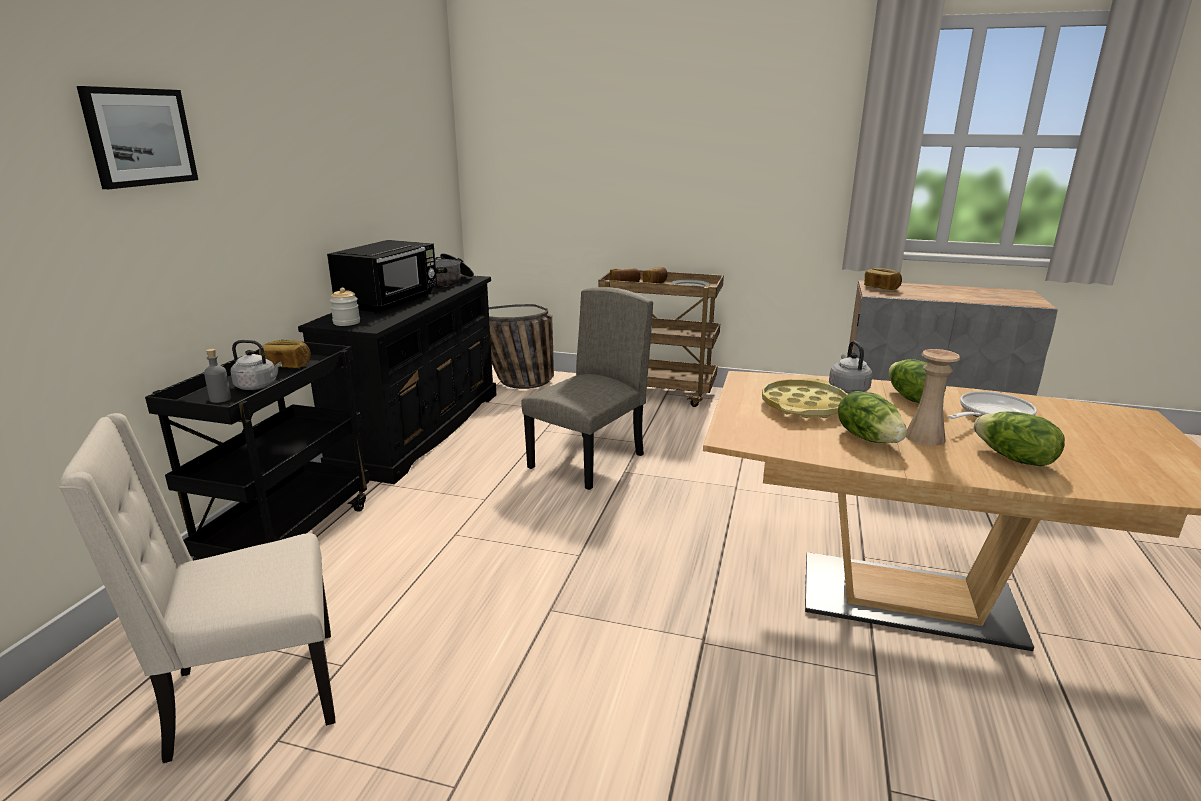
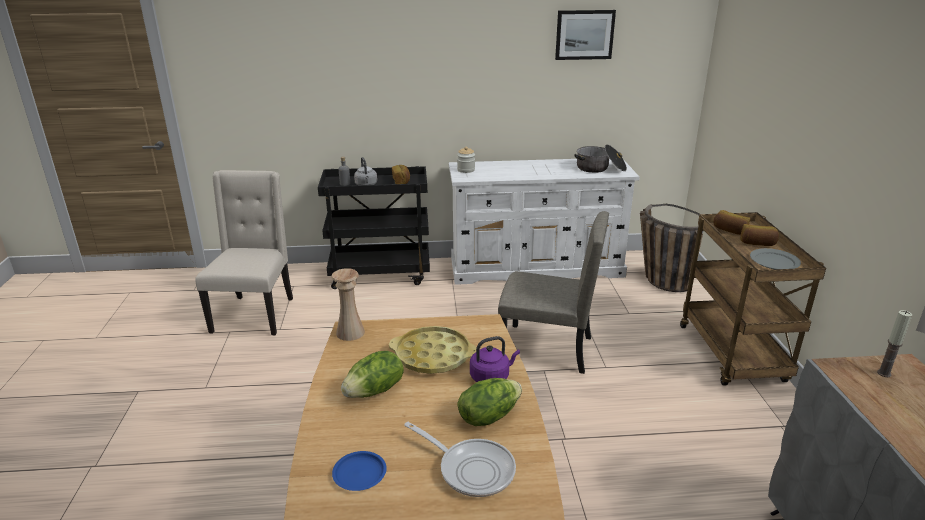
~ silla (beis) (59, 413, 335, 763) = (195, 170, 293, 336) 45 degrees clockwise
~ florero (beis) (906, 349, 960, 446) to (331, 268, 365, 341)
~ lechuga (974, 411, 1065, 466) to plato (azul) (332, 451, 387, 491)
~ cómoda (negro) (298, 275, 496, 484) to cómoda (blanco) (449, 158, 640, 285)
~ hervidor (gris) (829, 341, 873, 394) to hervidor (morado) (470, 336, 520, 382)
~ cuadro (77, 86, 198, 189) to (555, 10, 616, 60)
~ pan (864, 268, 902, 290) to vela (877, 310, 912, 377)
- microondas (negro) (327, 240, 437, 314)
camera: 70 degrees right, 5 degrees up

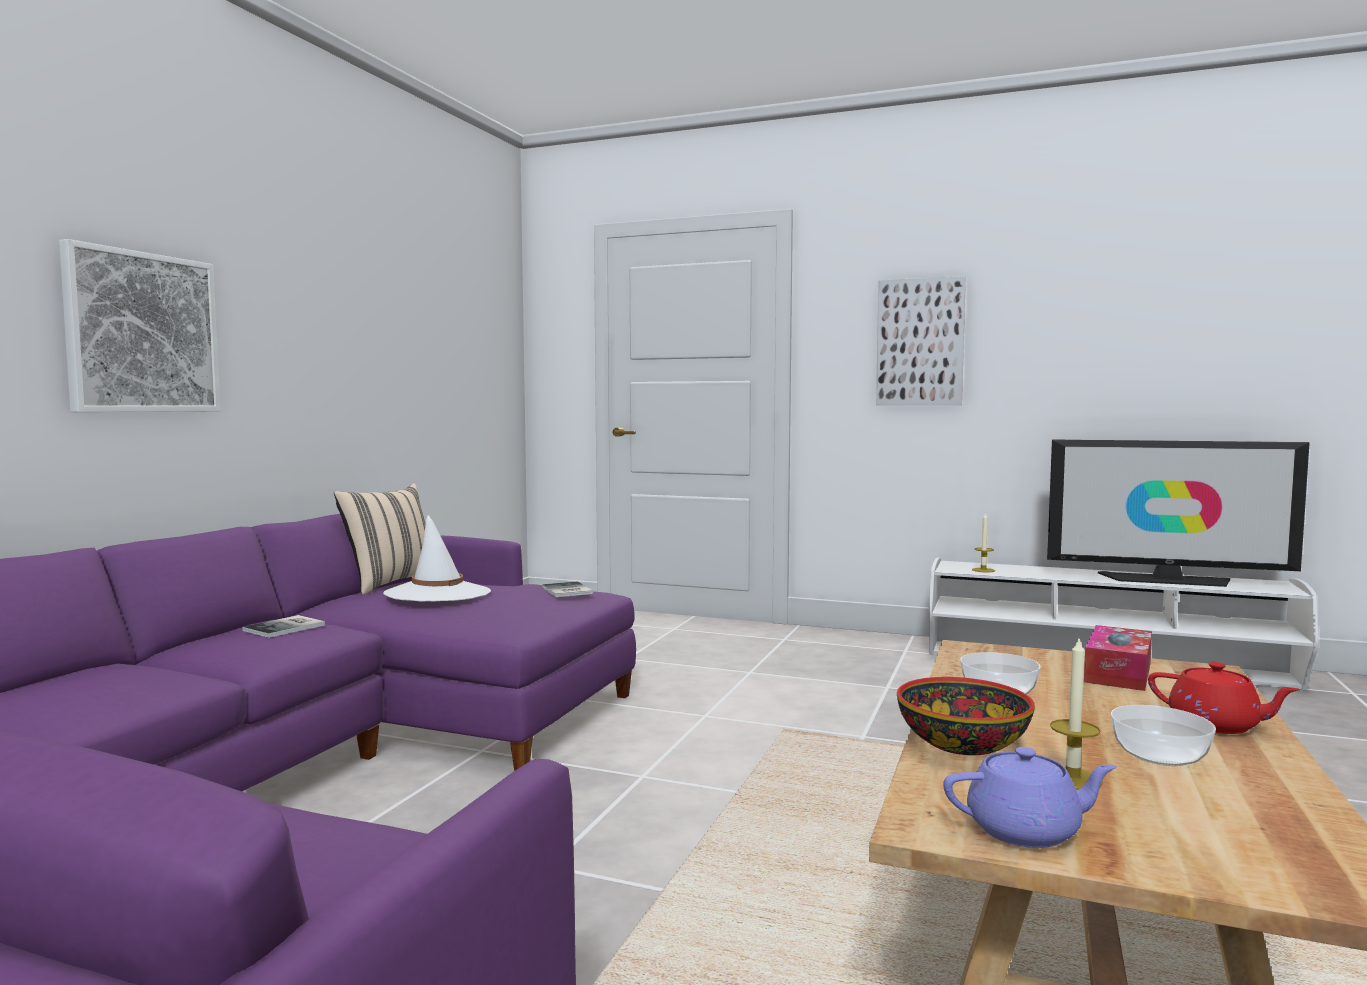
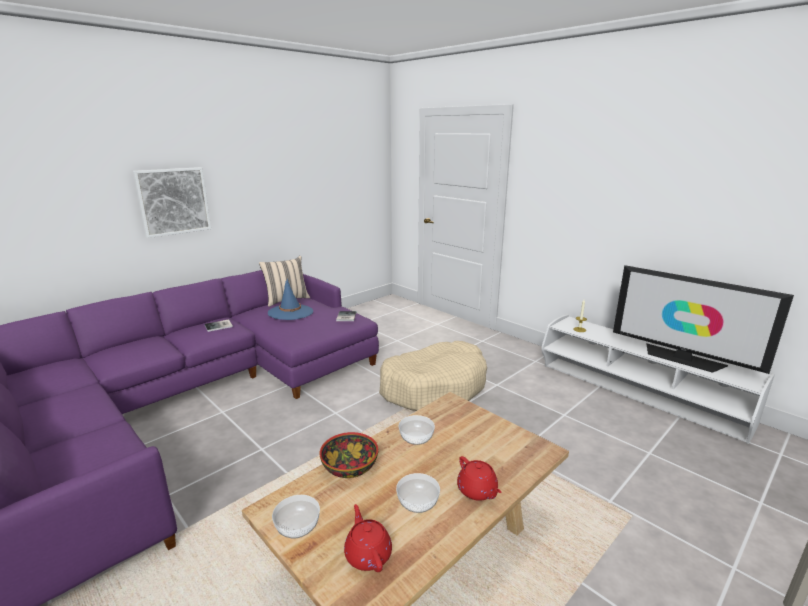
~ sombrero (blanco) (383, 515, 491, 602) to sombrero (azul) (268, 279, 313, 320)
~ tetera (morado) (943, 747, 1117, 848) to cuenco (272, 495, 320, 539)
+ tetera (rojo) (344, 504, 392, 572)
+ cama para perro (beis) (379, 341, 487, 411)
- cuadro (876, 276, 966, 406)
- vela (1050, 638, 1103, 790)
- caja de pañuelos (1084, 625, 1152, 691)
camera: 25 degrees right, 15 degrees up

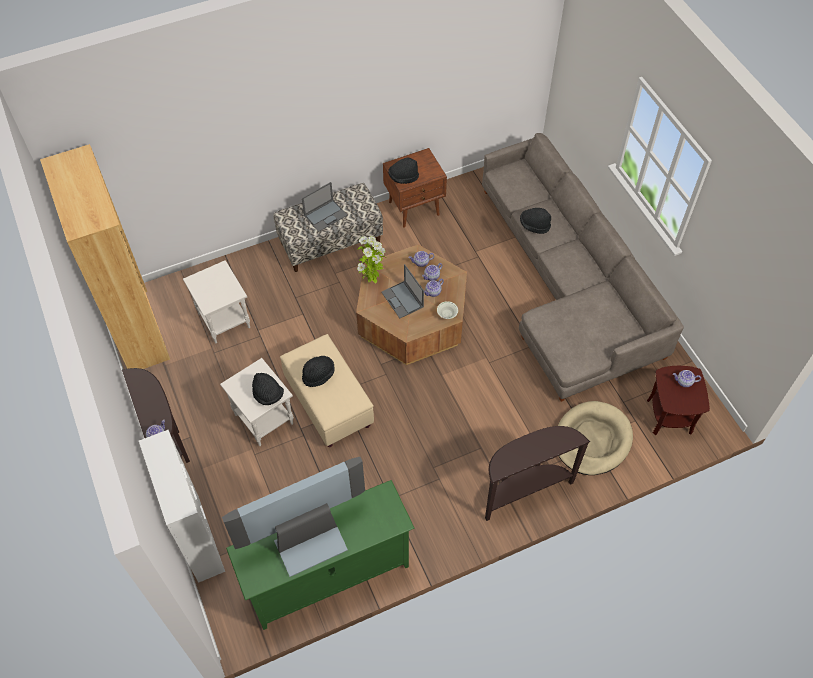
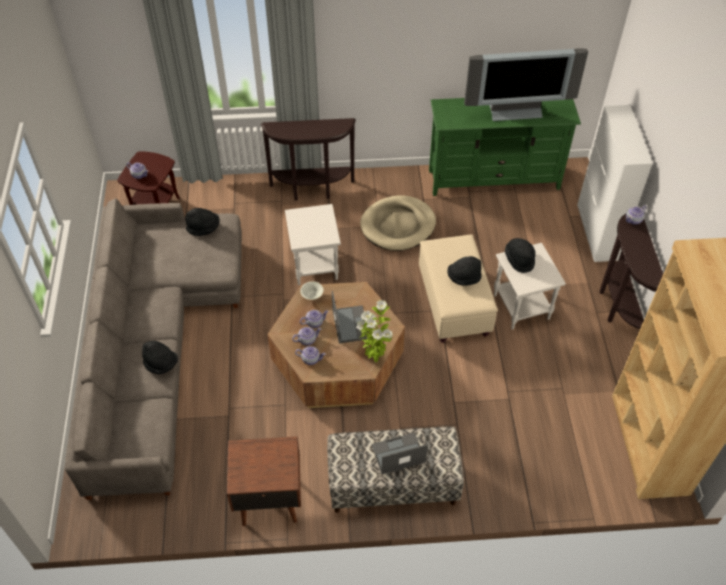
~ sombrero (negro) (388, 157, 419, 184) to (185, 208, 220, 236)
~ mesa auxiliar (blanco) (183, 260, 250, 344) to (285, 204, 341, 285)
~ cama para perro (beis) (558, 401, 633, 475) to (360, 196, 436, 251)
camera: 160 degrees left, 5 degrees down

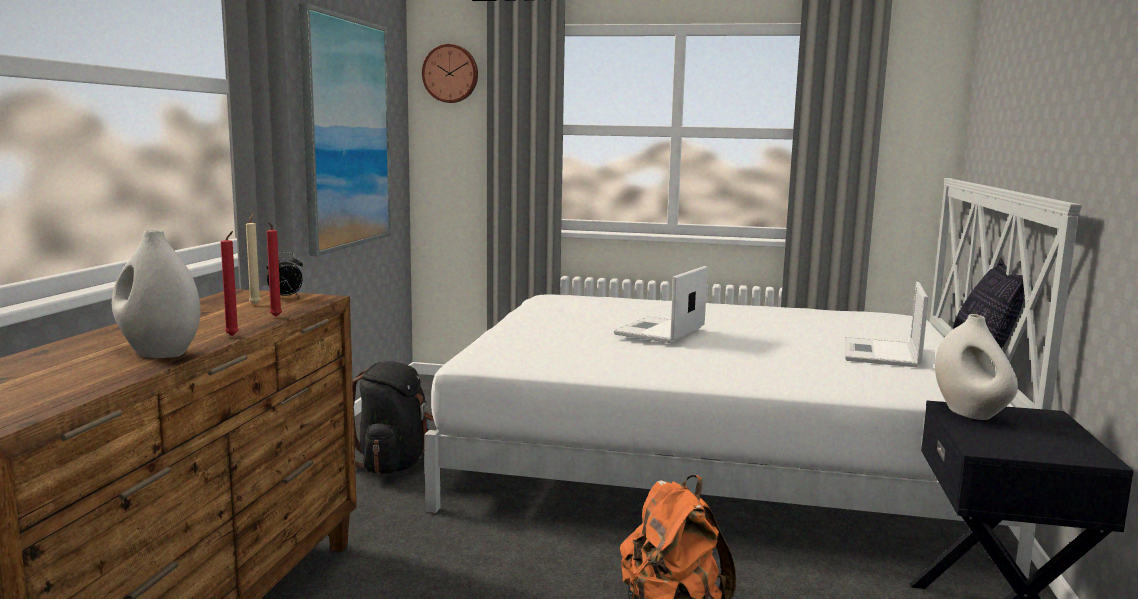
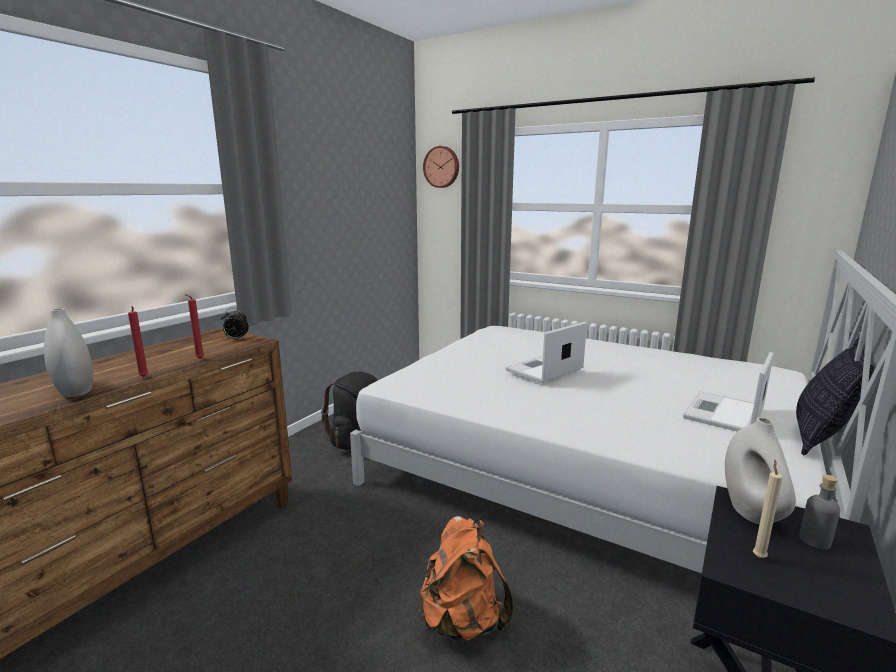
~ vela (beis) (246, 214, 261, 304) to (753, 460, 783, 558)
+ botella (gris) (799, 475, 840, 549)
- cuadro (299, 4, 391, 256)
camera: 20 degrees right, 5 degrees up

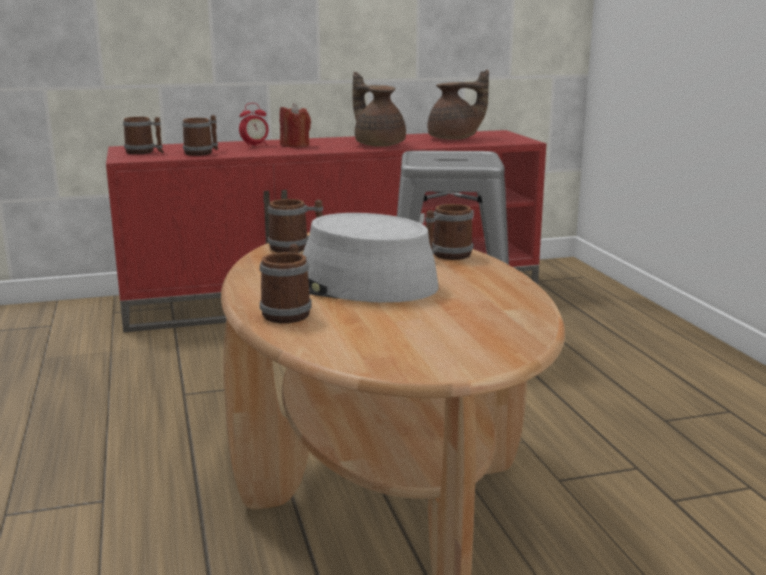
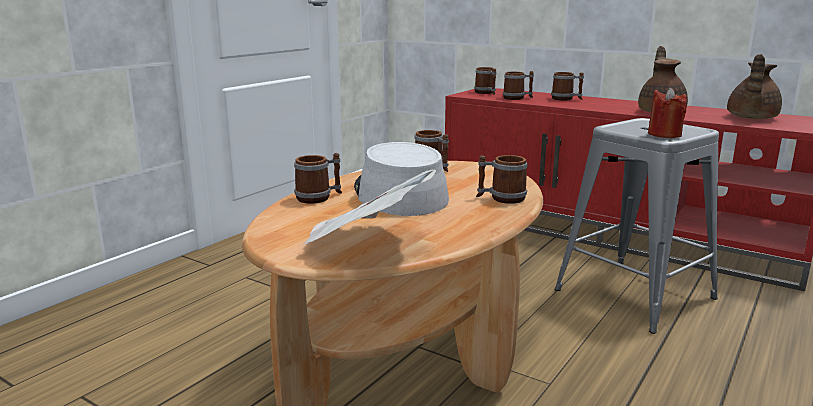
+ periódico (300, 170, 436, 247)
~ despertador (239, 103, 269, 147) to taza grande (551, 72, 584, 100)
~ vela (rojo) (280, 103, 311, 148) to (648, 87, 687, 138)
~ tetera (marrón) (428, 70, 489, 140) = (727, 54, 782, 119) 90 degrees clockwise
camera: 50 degrees right, 0 degrees up

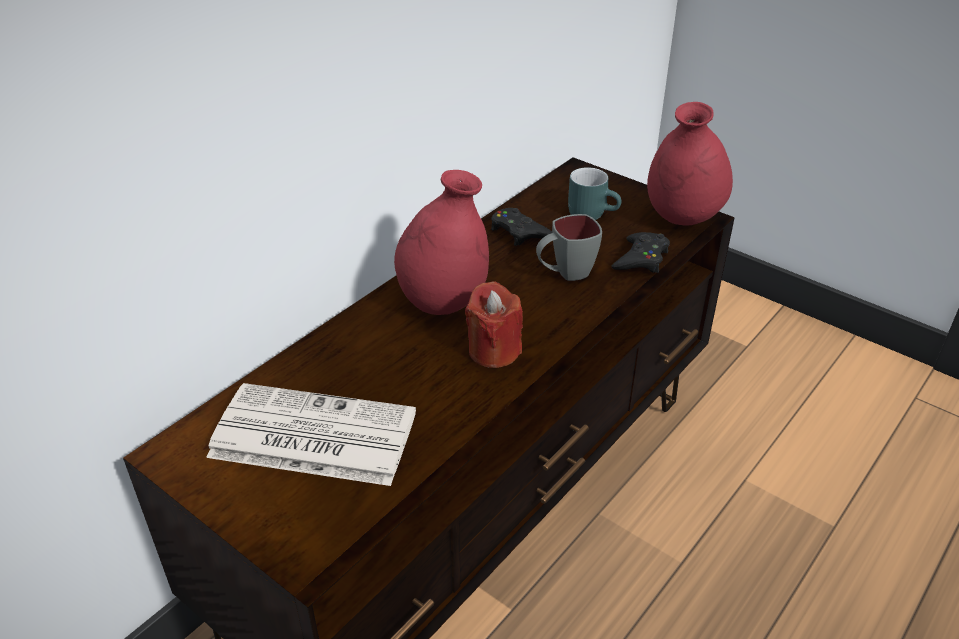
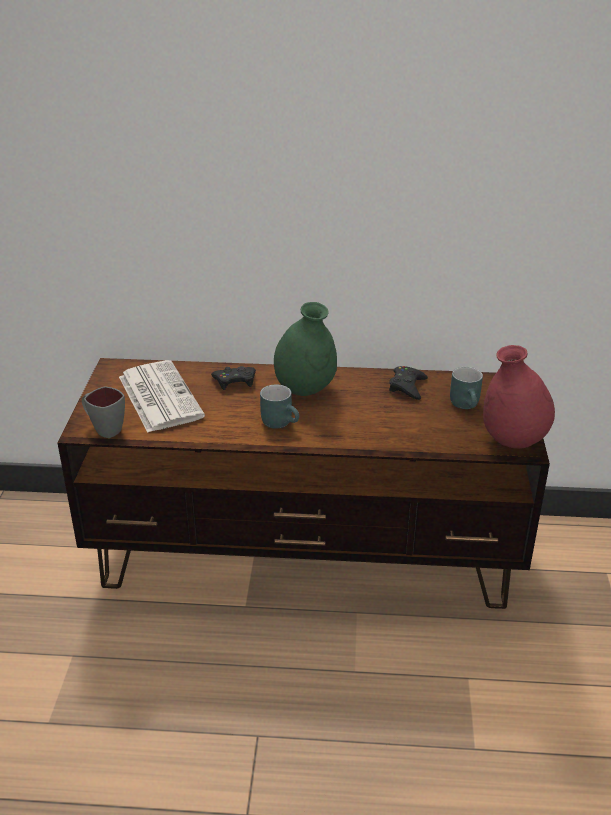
~ taza grande (gris) (536, 214, 602, 281) to (82, 386, 125, 438)
~ mando de consola (negro) (611, 232, 670, 273) to (211, 366, 256, 390)
~ vela (rojo) (465, 281, 523, 368) to taza grande (turquesa) (260, 384, 299, 429)
~ florero (rojo) (394, 170, 489, 315) to florero (verde) (274, 302, 337, 396)
camera: 55 degrees right, 5 degrees down

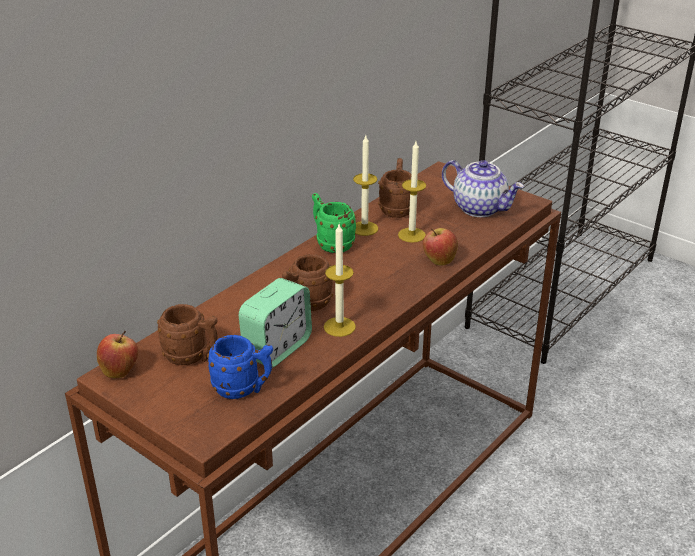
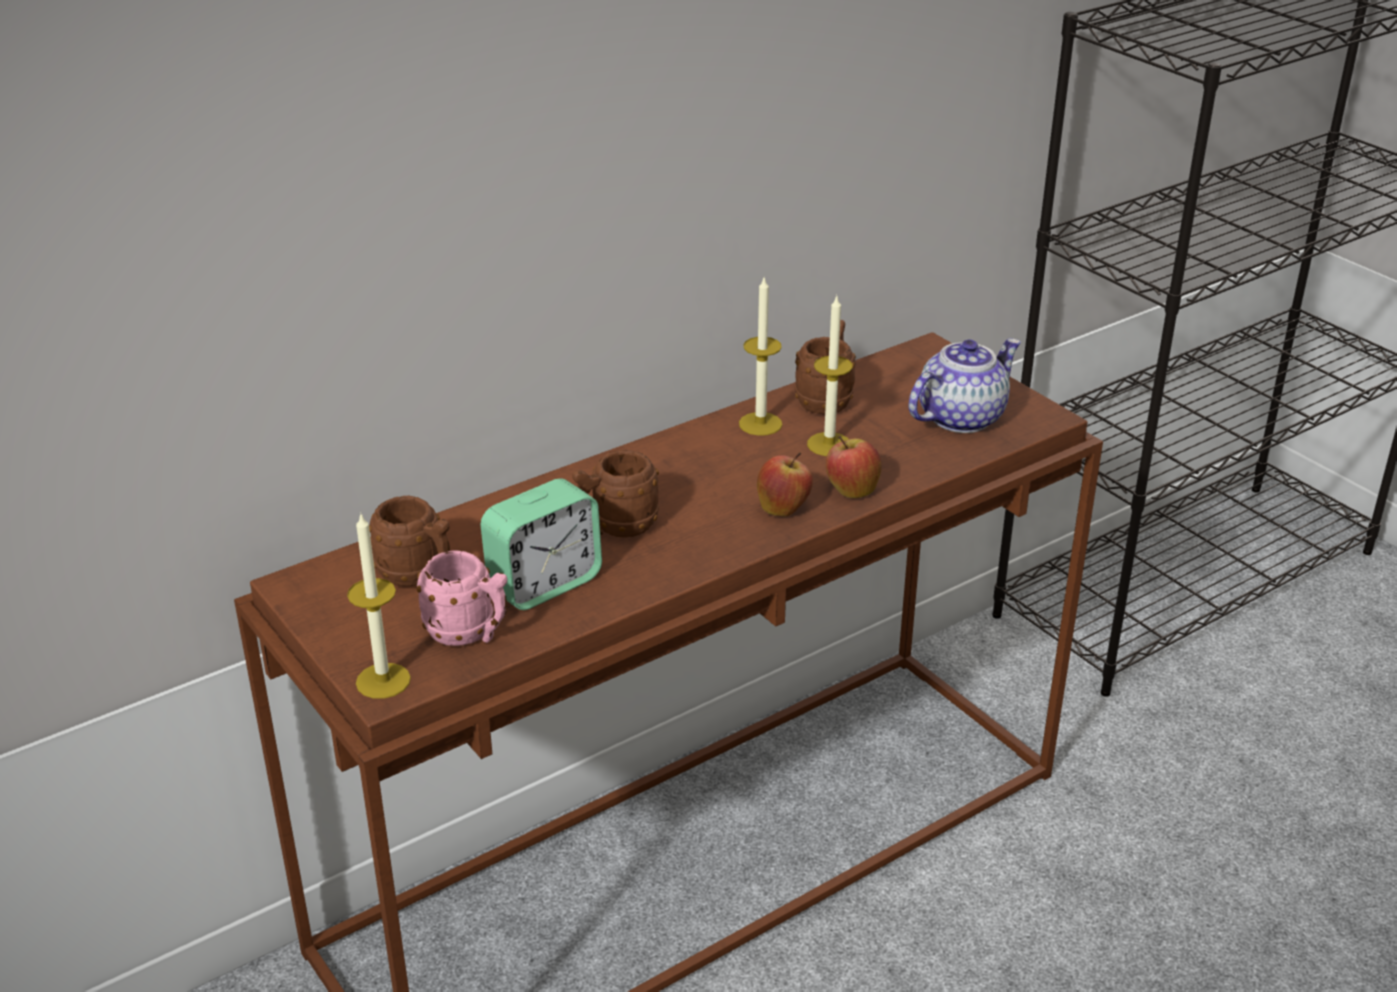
~ vela (324, 224, 356, 337) to (347, 512, 411, 699)
~ taza grande (azul) (207, 335, 273, 399) to taza grande (rosa) (417, 550, 508, 646)
~ manzana (97, 331, 138, 378) to (757, 452, 813, 517)
~ tetera (442, 160, 524, 217) = (908, 338, 1021, 433) 90 degrees counterclockwise
- taza grande (verde) (312, 193, 356, 253)
camera: 15 degrees right, 0 degrees up

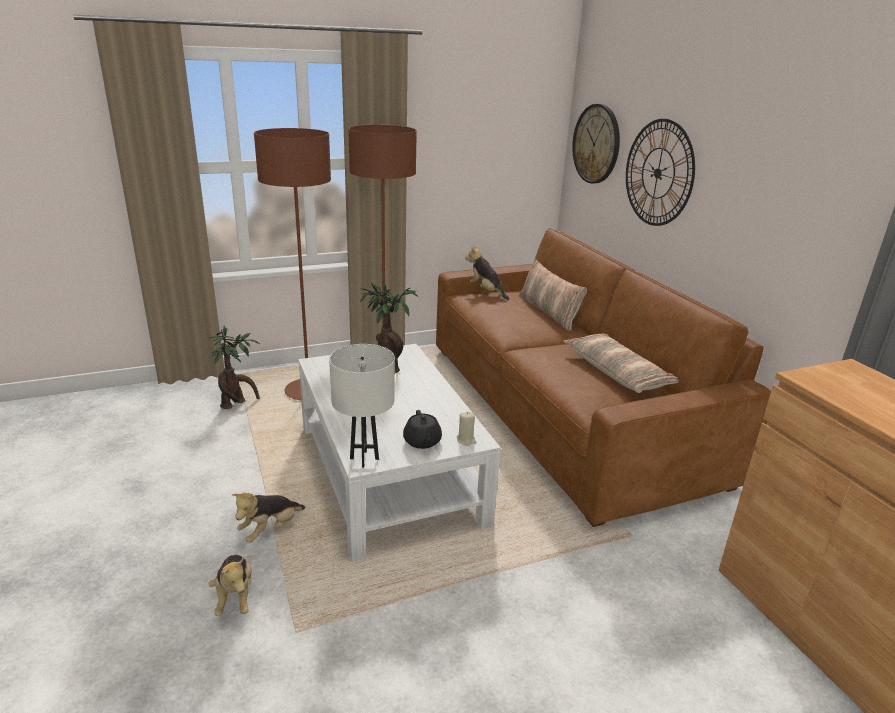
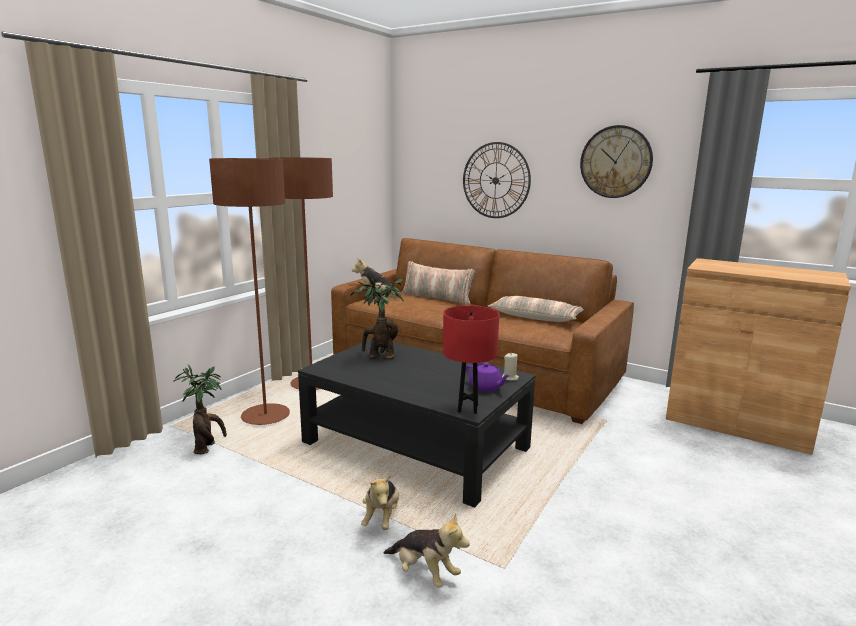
~ mesa de centro (blanco) (298, 344, 501, 561) to mesa de centro (negro) (298, 338, 536, 508)
~ lámpara de mesa (blanco) (329, 344, 395, 468) to lámpara de mesa (rojo) (443, 305, 500, 414)
~ tetera (negro) (403, 410, 442, 449) to tetera (morado) (466, 362, 510, 392)
~ reloj de pared (572, 104, 620, 183) to (580, 125, 653, 198)
camera: 35 degrees left, 10 degrees down

